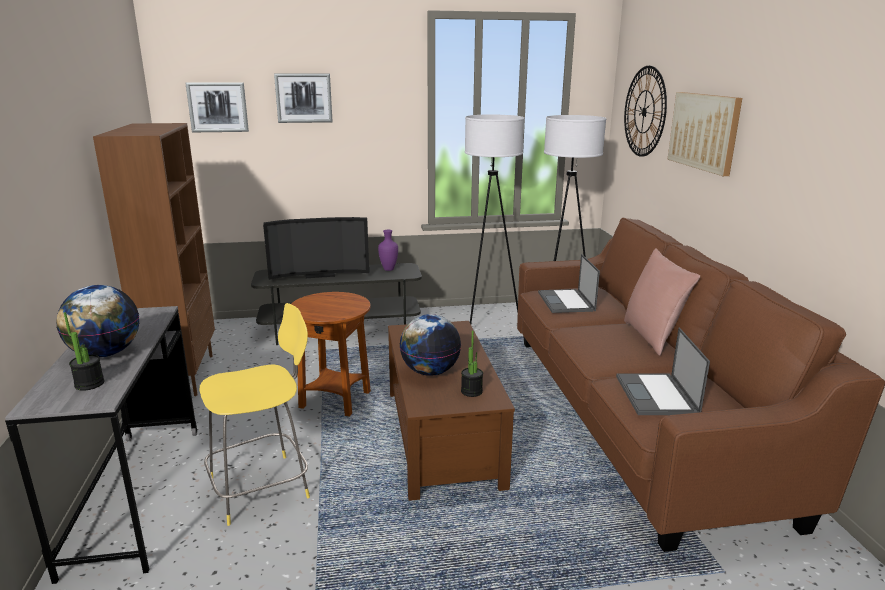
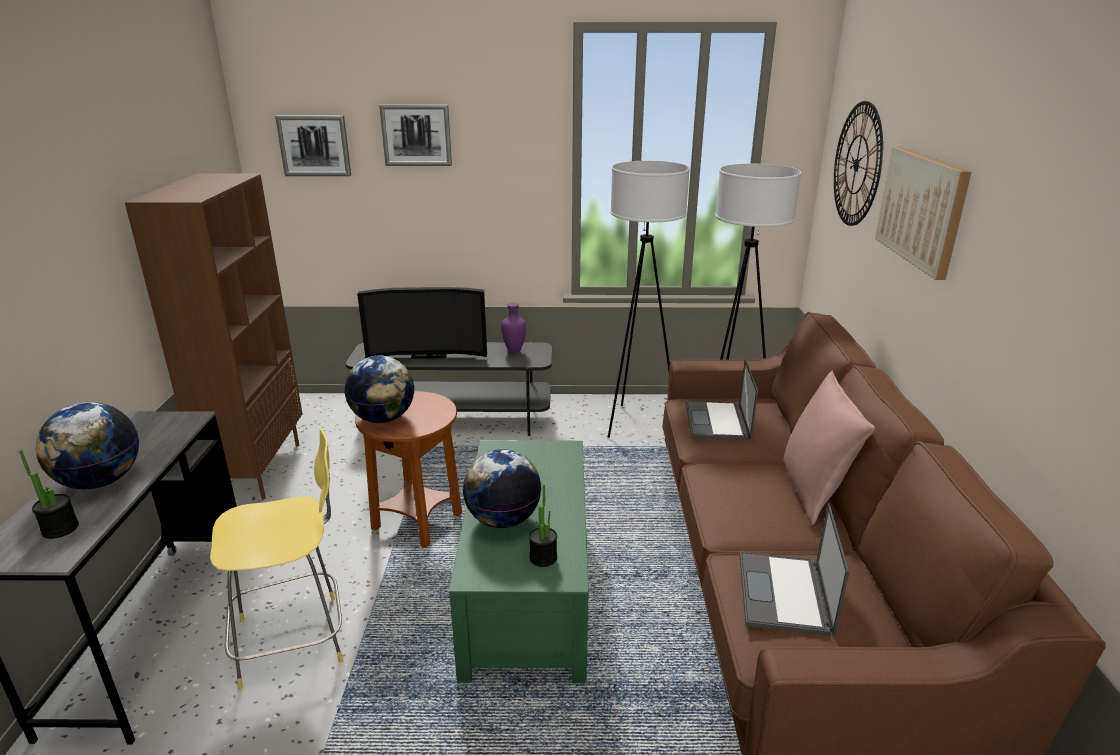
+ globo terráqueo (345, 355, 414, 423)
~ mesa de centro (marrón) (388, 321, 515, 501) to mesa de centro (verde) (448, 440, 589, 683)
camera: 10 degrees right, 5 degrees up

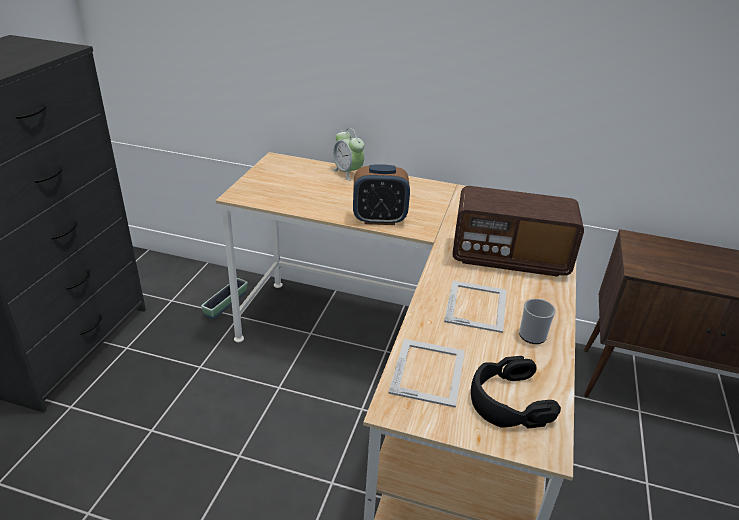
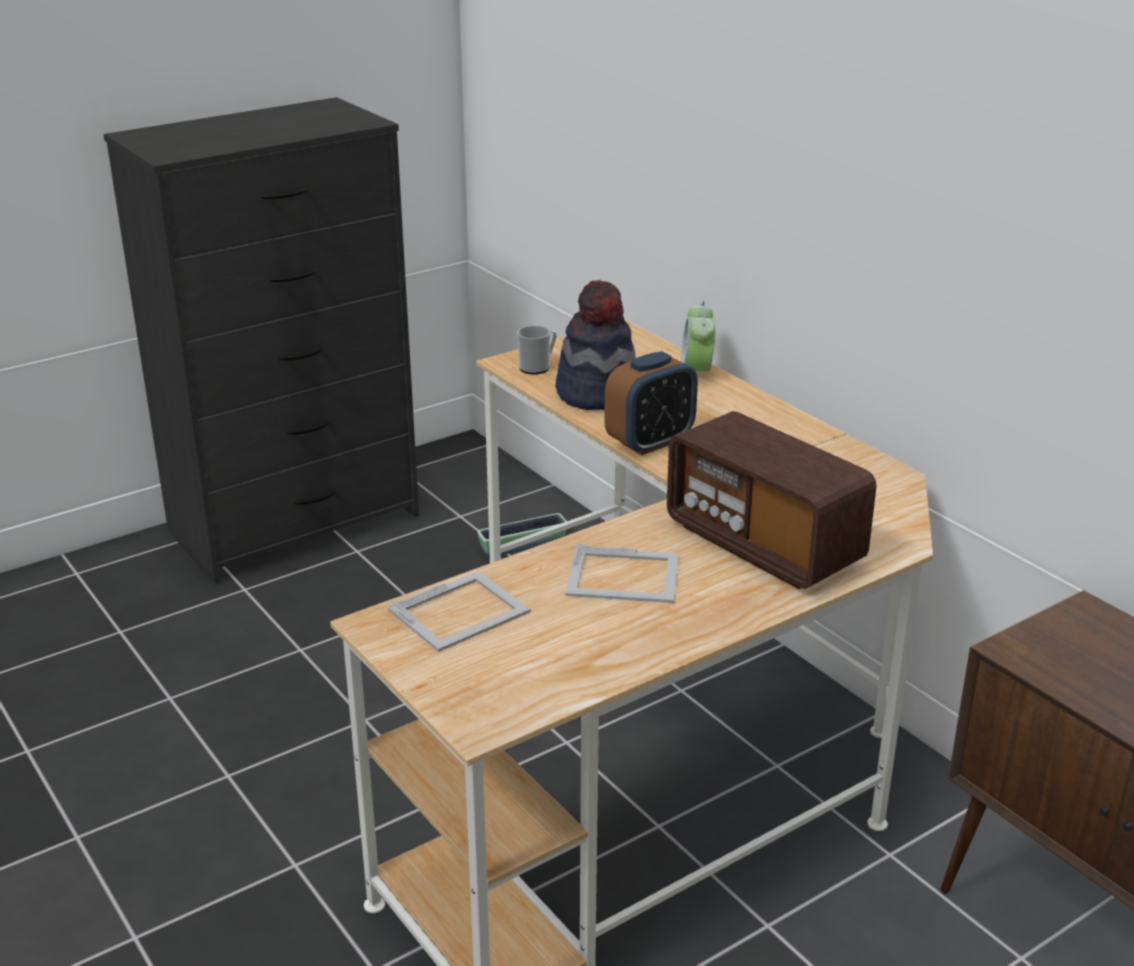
~ taza grande (519, 299, 556, 344) to (517, 326, 557, 374)
+ sombrero (555, 280, 636, 410)
~ portarretratos (444, 280, 507, 333) = (566, 543, 679, 603) 45 degrees clockwise
~ despertador (353, 164, 410, 225) = (604, 351, 698, 455) 75 degrees counterclockwise
- auriculares (negro) (471, 356, 561, 429)
camera: 40 degrees right, 5 degrees down

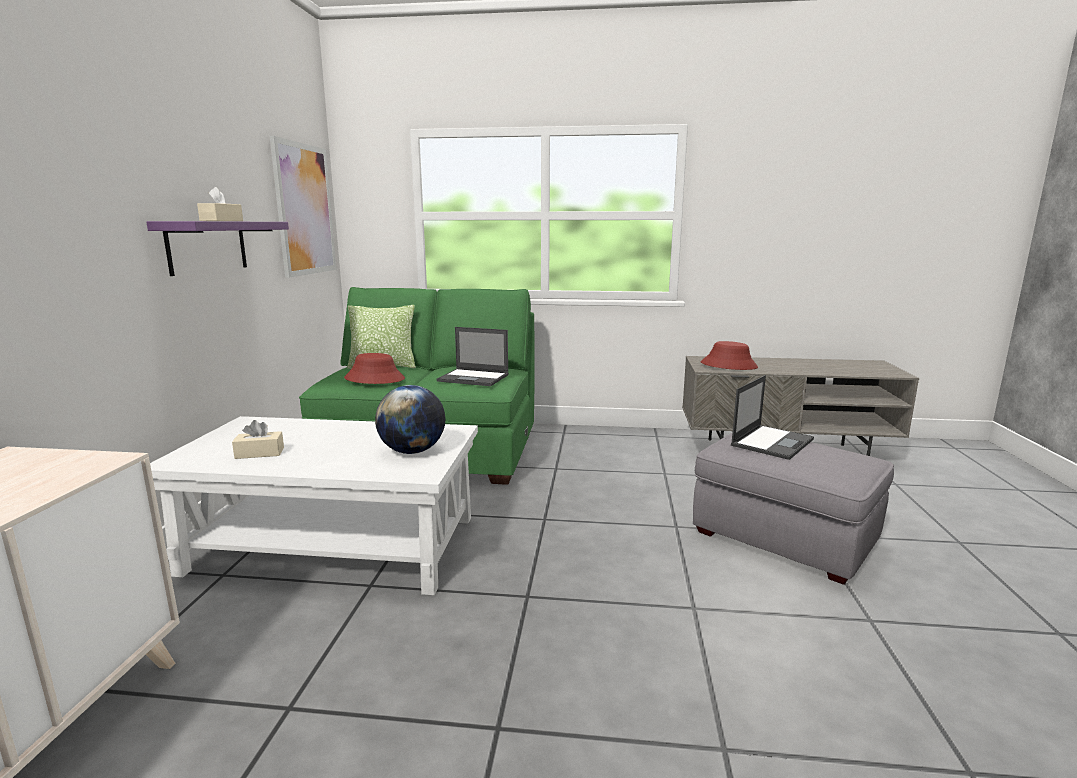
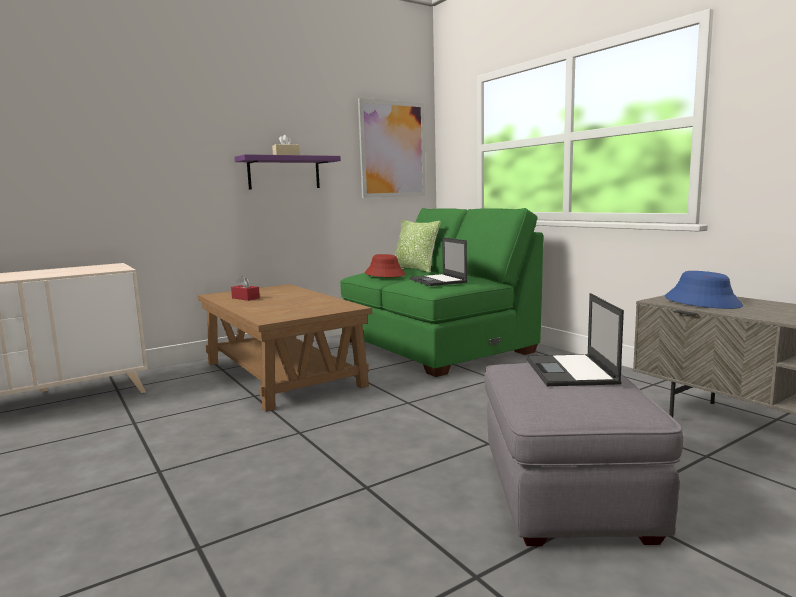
~ mesa de centro (blanco) (150, 416, 478, 595) to mesa de centro (marrón) (198, 284, 372, 412)
~ caja de pañuelos (beis) (232, 420, 284, 459) to caja de pañuelos (rojo) (231, 276, 260, 301)
~ portátil (731, 375, 814, 460) = (526, 293, 624, 386) 90 degrees clockwise
~ sombrero (rojo) (701, 341, 758, 370) to sombrero (azul) (665, 271, 743, 309)
- globo terráqueo (375, 385, 445, 454)
camera: 50 degrees right, 5 degrees down

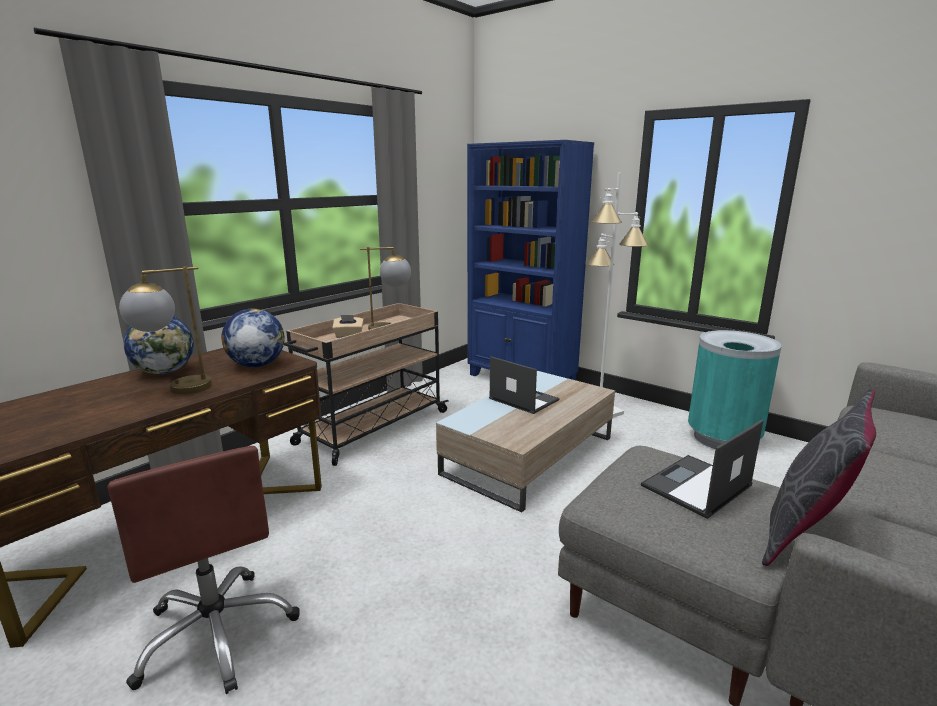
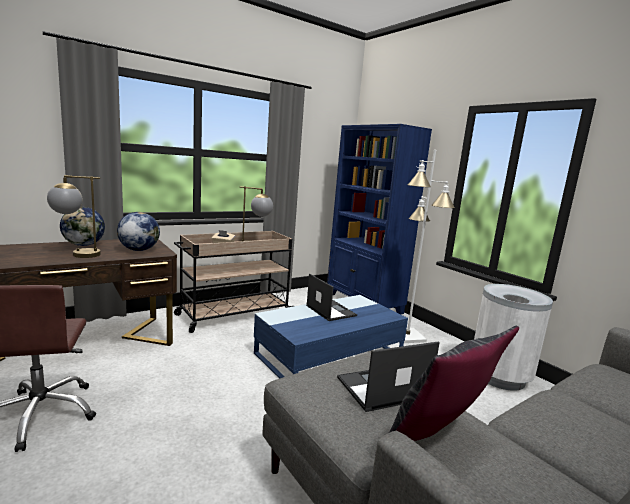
~ mesa de centro (beis) (436, 371, 615, 512) to mesa de centro (azul) (254, 295, 408, 379)
~ papelera (turquesa) (688, 330, 782, 449) to papelera (blanco) (474, 284, 553, 391)
camera: 15 degrees right, 5 degrees down

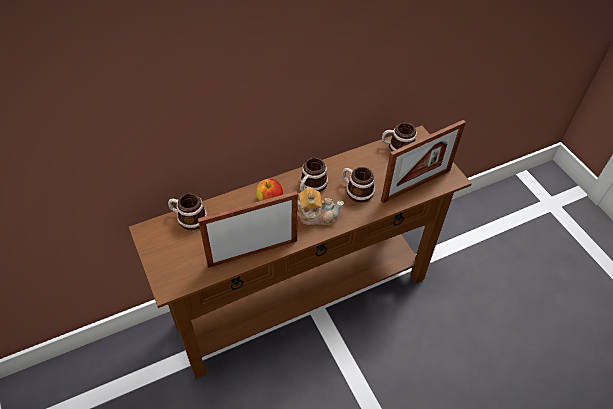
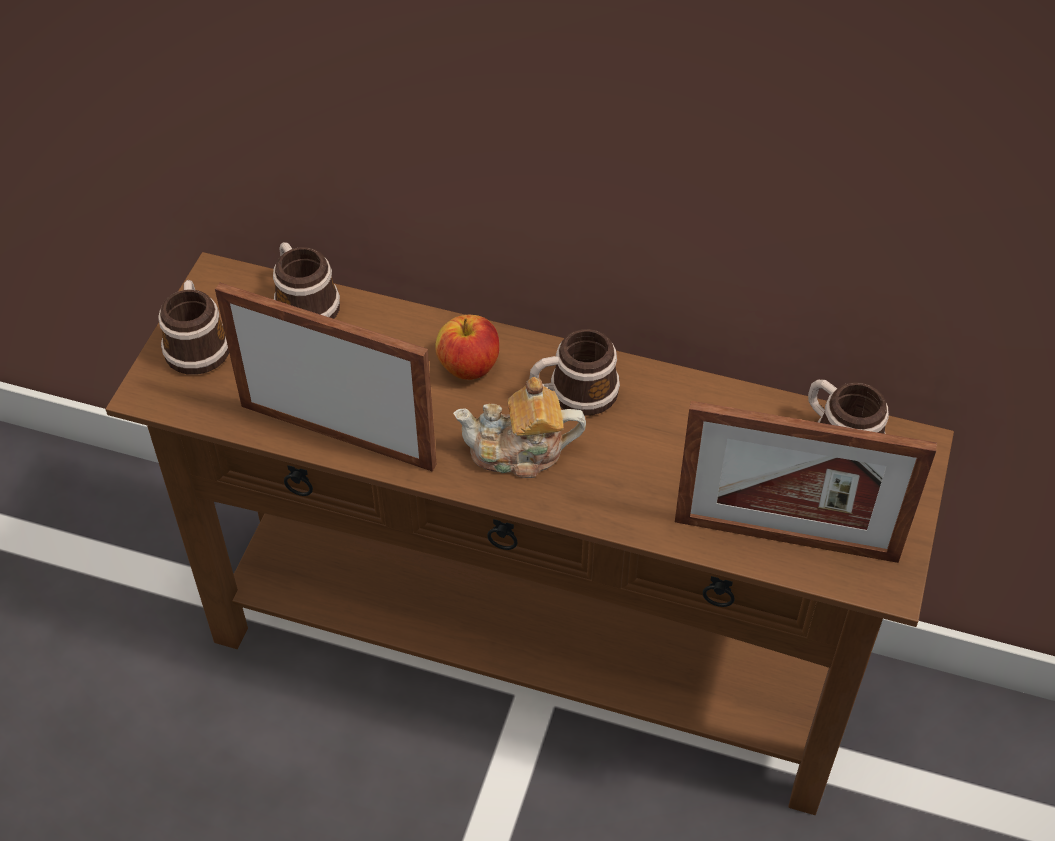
~ taza grande (342, 167, 375, 203) to (158, 280, 229, 375)
~ tetera (298, 187, 344, 225) = (453, 377, 586, 478) 135 degrees clockwise
camera: 45 degrees right, 0 degrees up

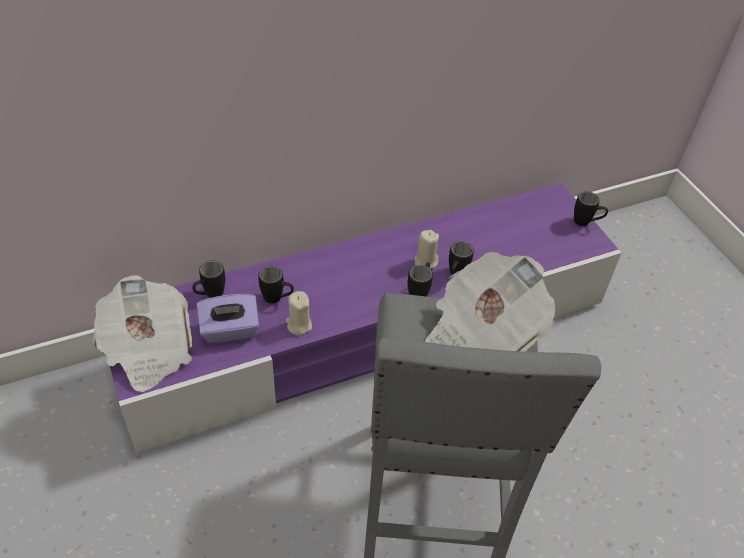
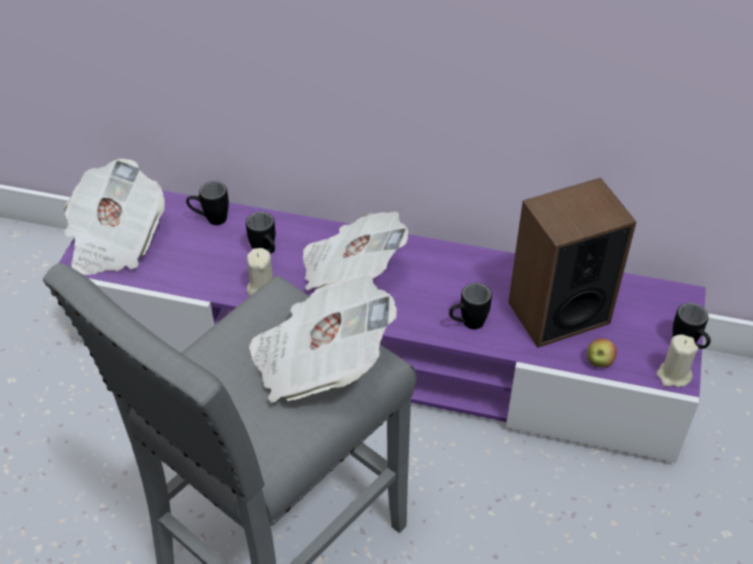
+ periódico (303, 212, 408, 290)
+ altavoz (508, 178, 636, 348)
+ manzana (587, 338, 617, 367)
~ vela (beis) (414, 230, 439, 269) to (657, 335, 698, 387)
- caja de pañuelos (morado) (197, 294, 259, 343)
- taza grande (negro) (407, 262, 433, 297)
camera: 40 degrees right, 0 degrees up

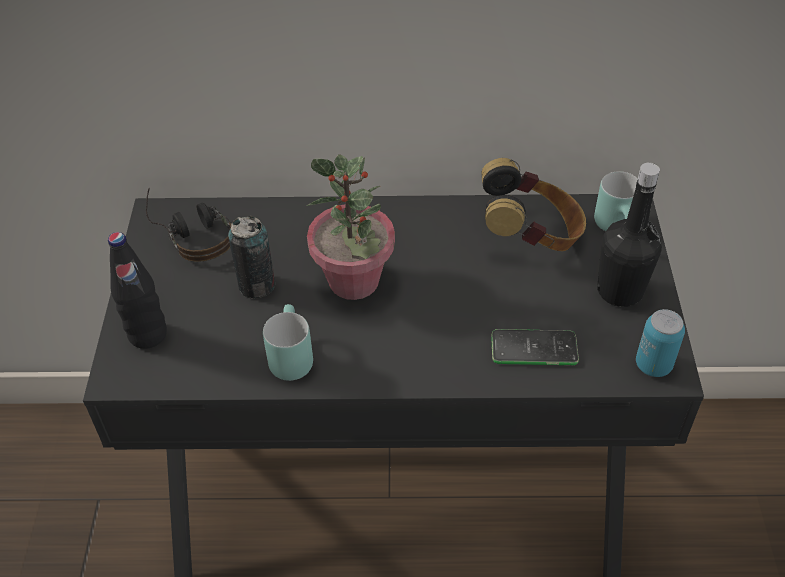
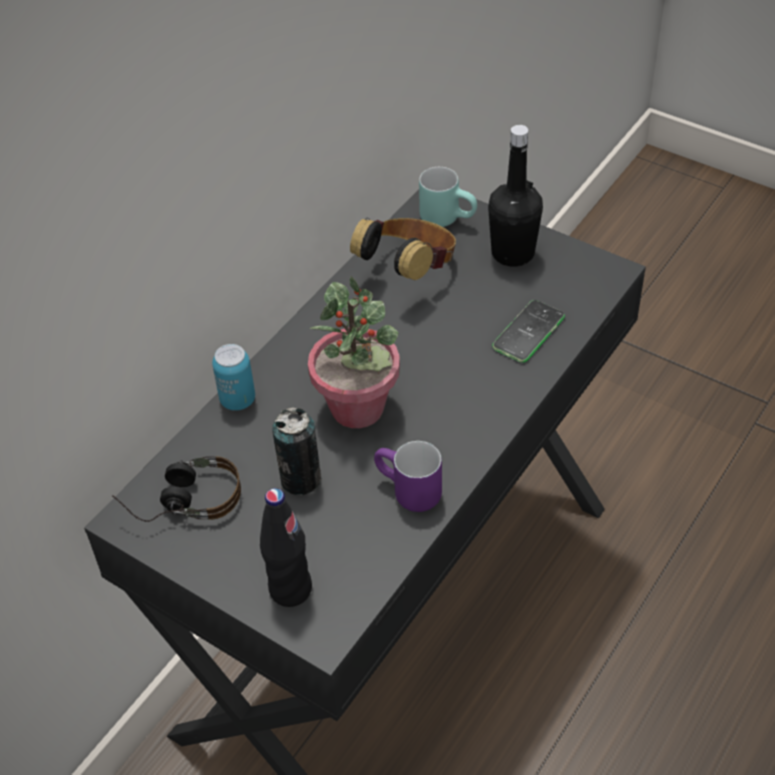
~ lata (636, 309, 685, 377) to (212, 344, 255, 411)
~ taza grande (turquesa) (263, 304, 313, 381) to taza grande (morado) (374, 441, 442, 512)
camera: 55 degrees left, 0 degrees up

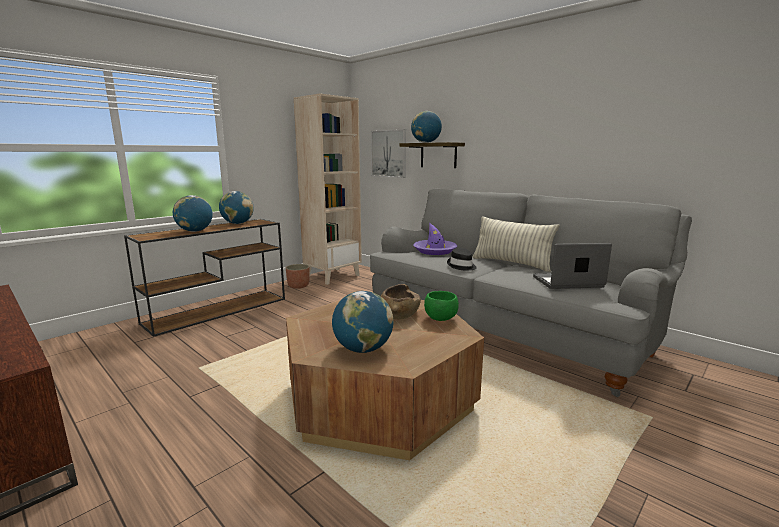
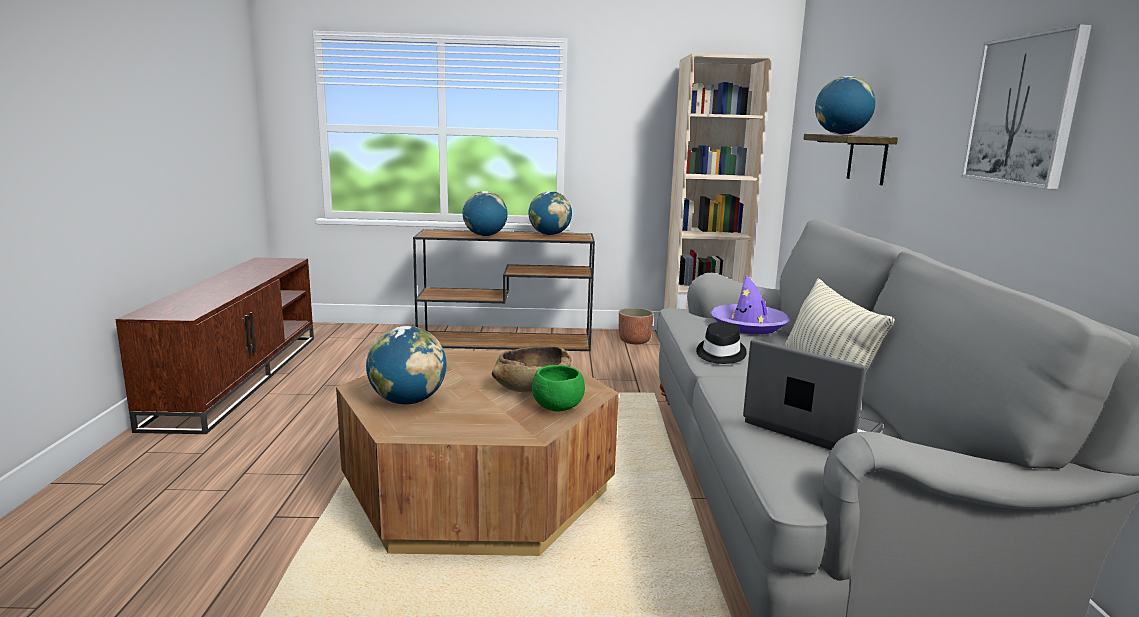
~ cuadro (371, 129, 406, 178) to (961, 24, 1092, 189)
camera: 45 degrees right, 0 degrees up

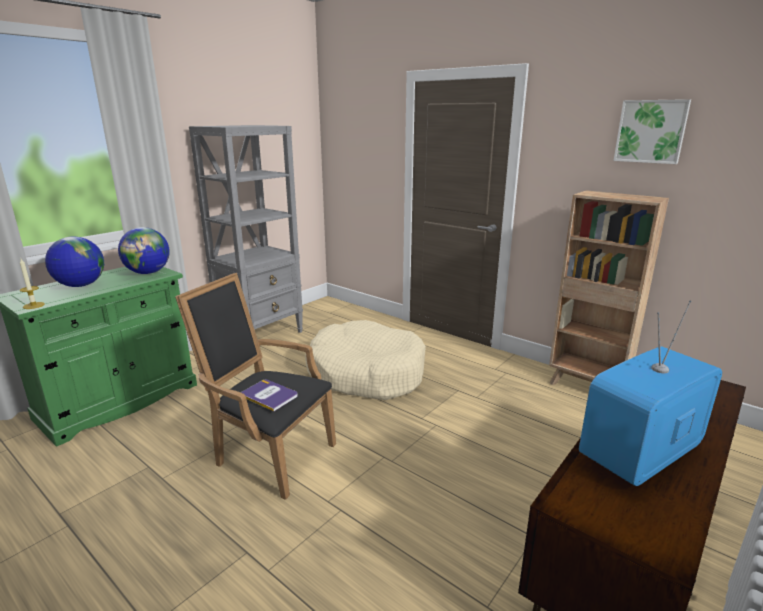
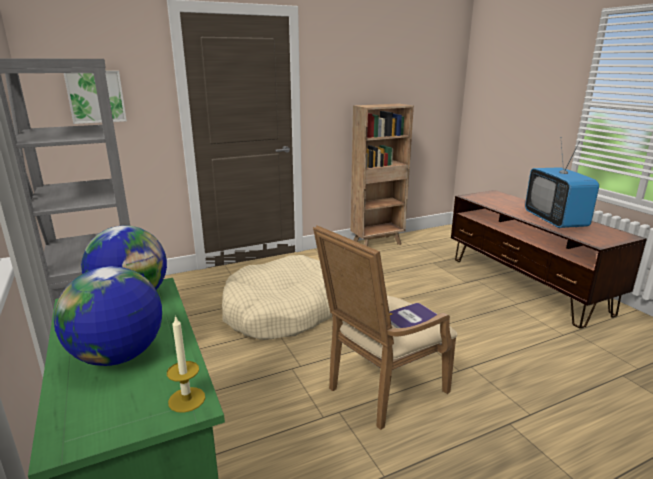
~ cuadro (613, 99, 691, 164) to (64, 71, 127, 124)
~ sillón (negro) (175, 273, 336, 500) to sillón (beis) (313, 225, 458, 430)
camera: 65 degrees left, 0 degrees up

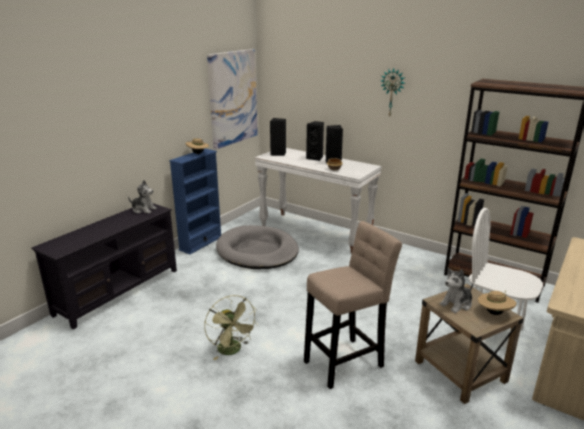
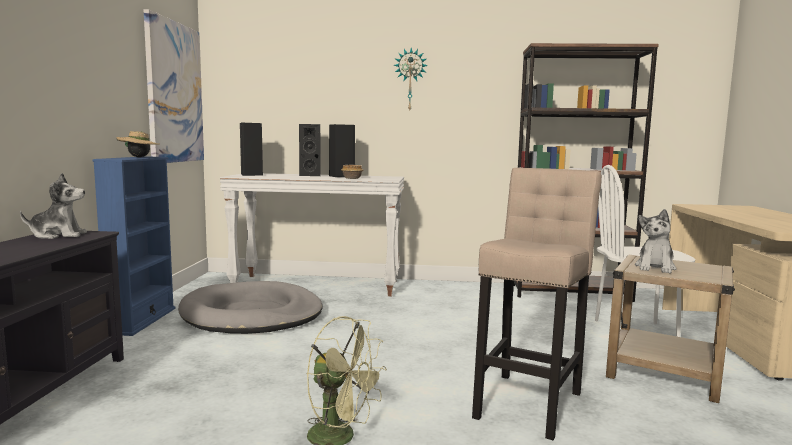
- sombrero (beis) (478, 290, 517, 315)
camera: 30 degrees left, 15 degrees down

